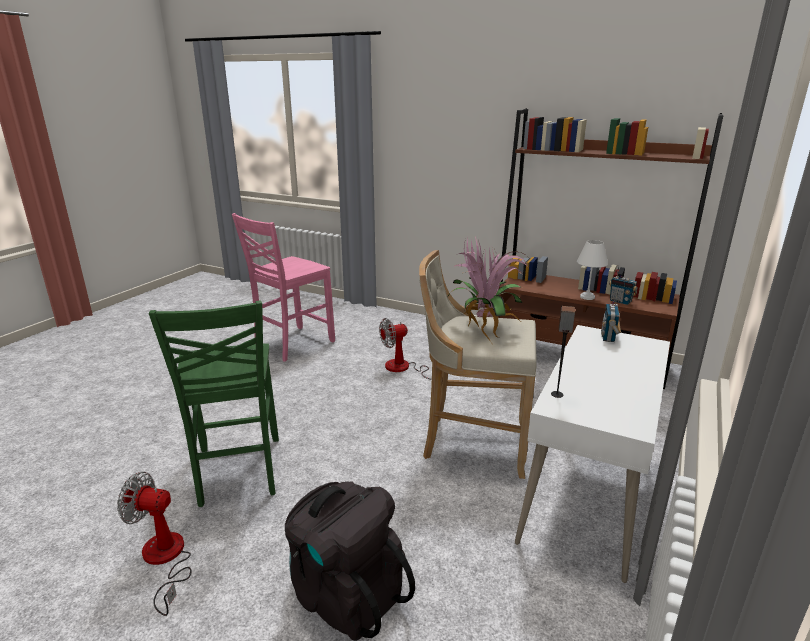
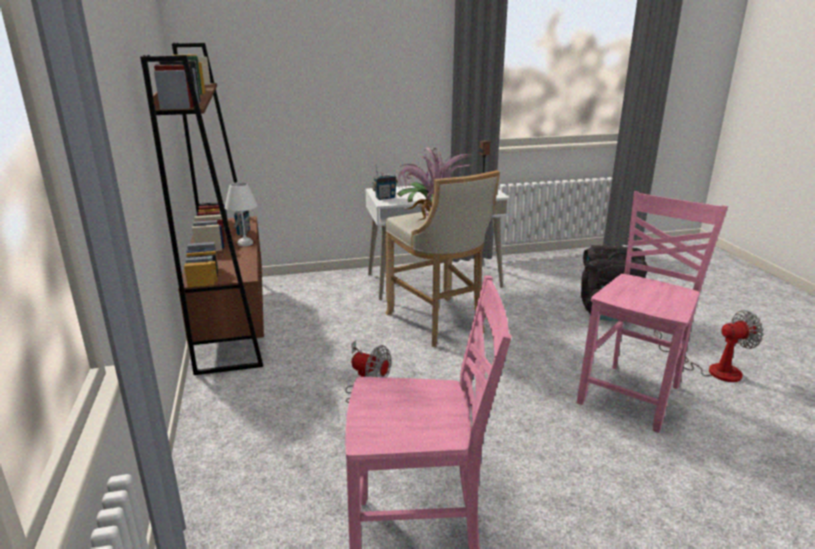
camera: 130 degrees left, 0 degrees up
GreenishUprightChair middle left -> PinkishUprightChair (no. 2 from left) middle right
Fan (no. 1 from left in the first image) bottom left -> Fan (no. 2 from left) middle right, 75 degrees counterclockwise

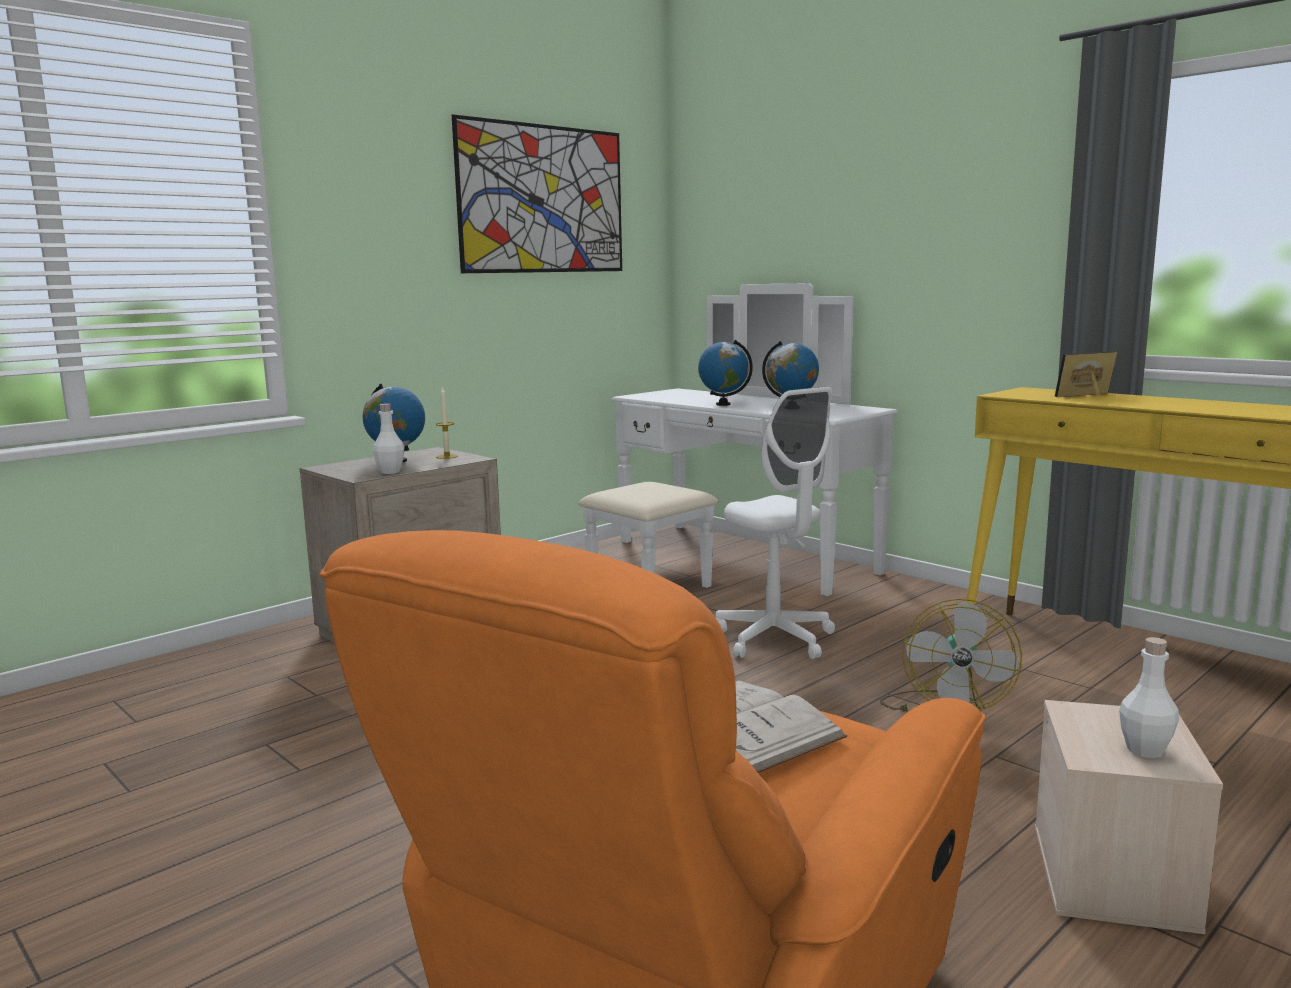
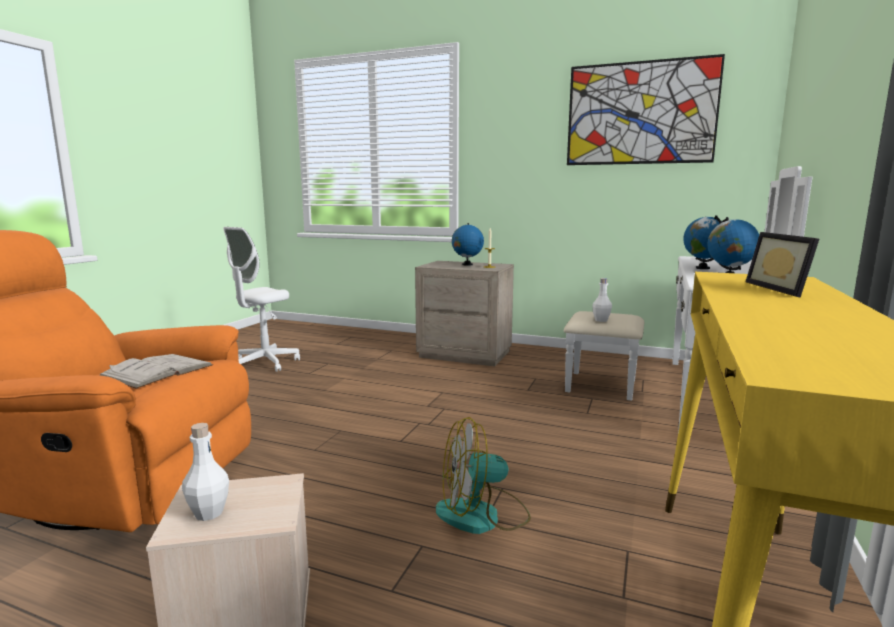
camera: 65 degrees right, 0 degrees up
WhitishBottle (no. 1 from left in the first image) middle left -> WhitishBottle (no. 2 from left) middle right, relocated
WhitishOfficeChair centre -> WhitishOfficeChair middle left, relocated
PictureFrame middle right, 135 degrees counterclockwise

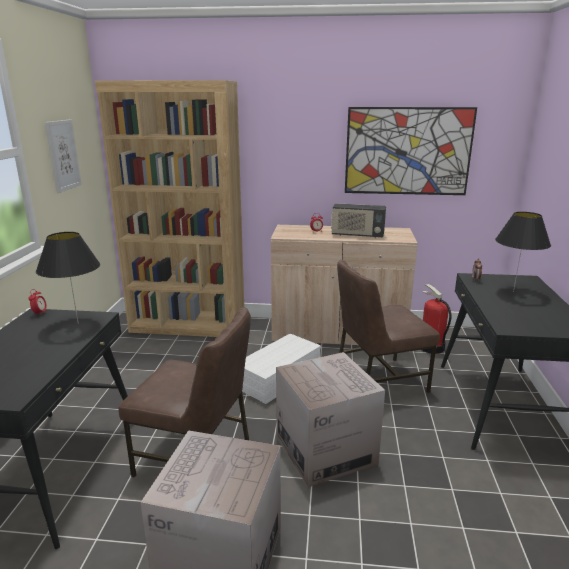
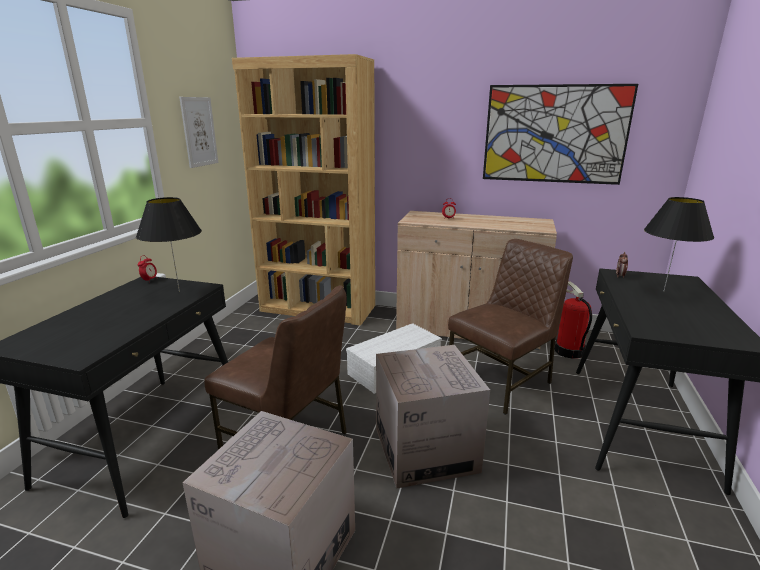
camera: 10 degrees right, 0 degrees up
Radio centre -> none
BrownishUprightChair (no. 2 from left) middle right, 150 degrees clockwise

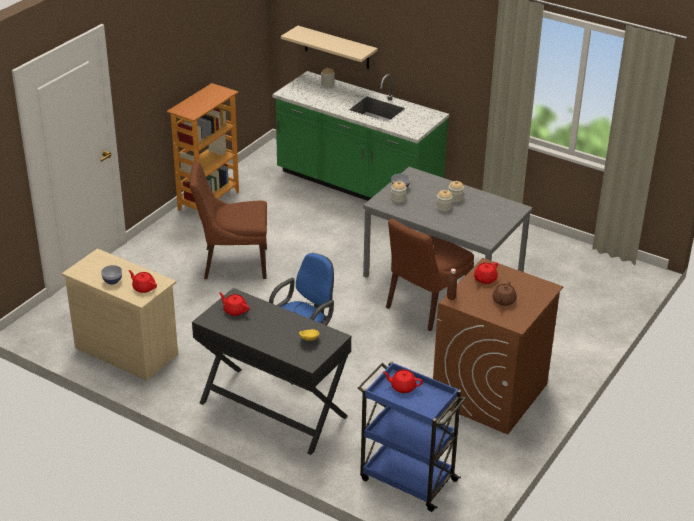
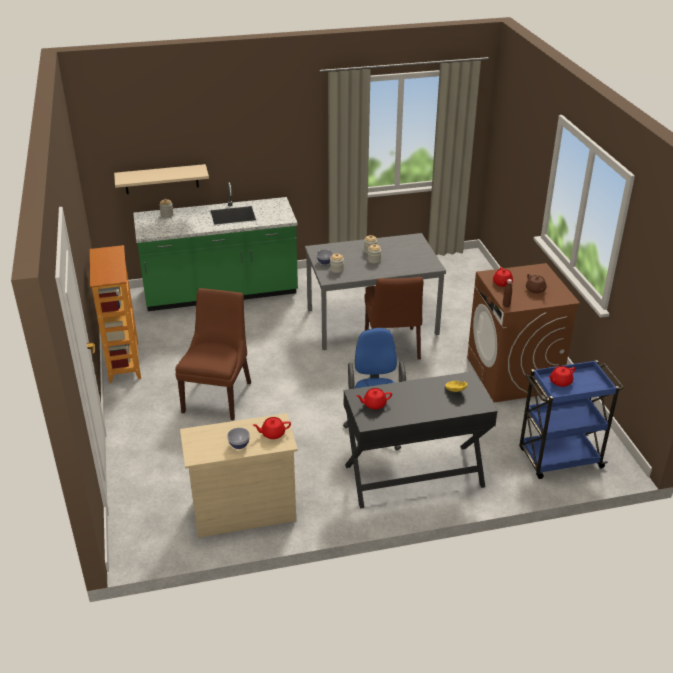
camera: 45 degrees left, 0 degrees up
BrownishUprightChair (no. 1 from left) middle left, 150 degrees clockwise

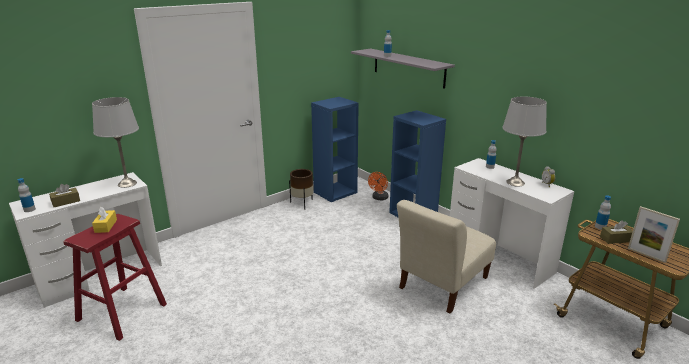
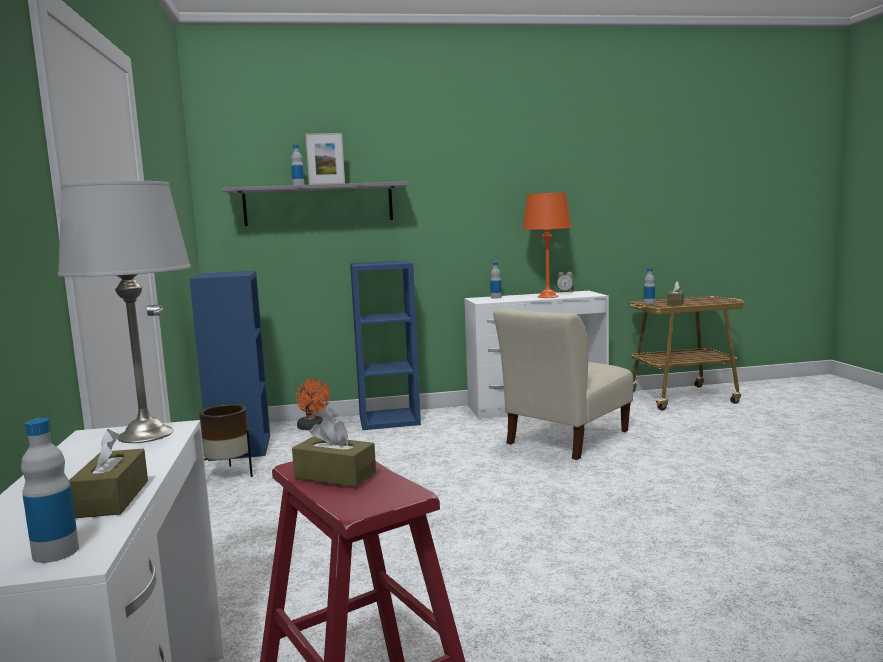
camera: 60 degrees left, 15 degrees down
PictureFrame middle right -> PictureFrame top centre, relocated
YellowishTissueHolder middle left -> BrownishTissueHolder (no. 2 from left) bottom centre
GreyishLampForATable (no. 2 from left) middle right -> OrangeColouredLampForATable centre
BeigeUprightChair bottom centre -> BeigeUprightChair centre, 60 degrees clockwise

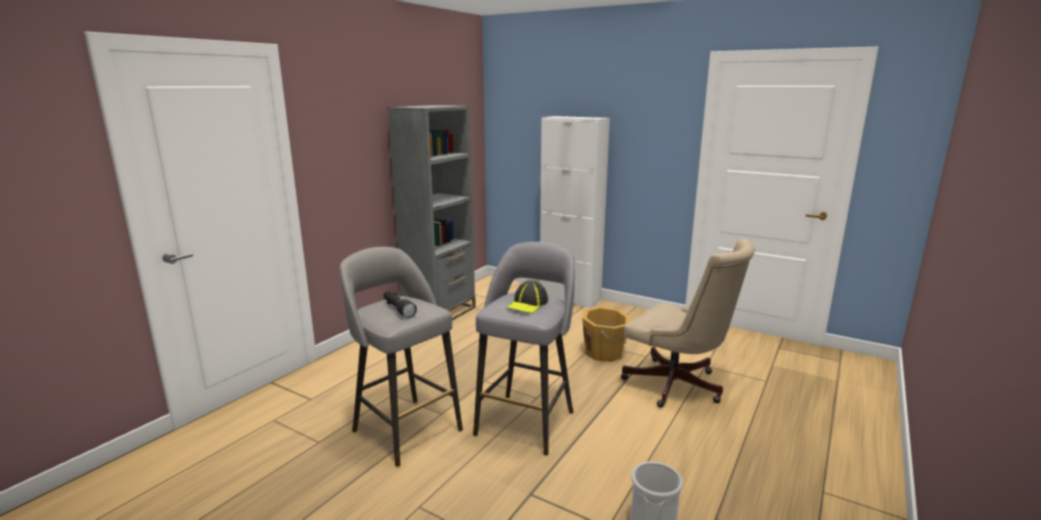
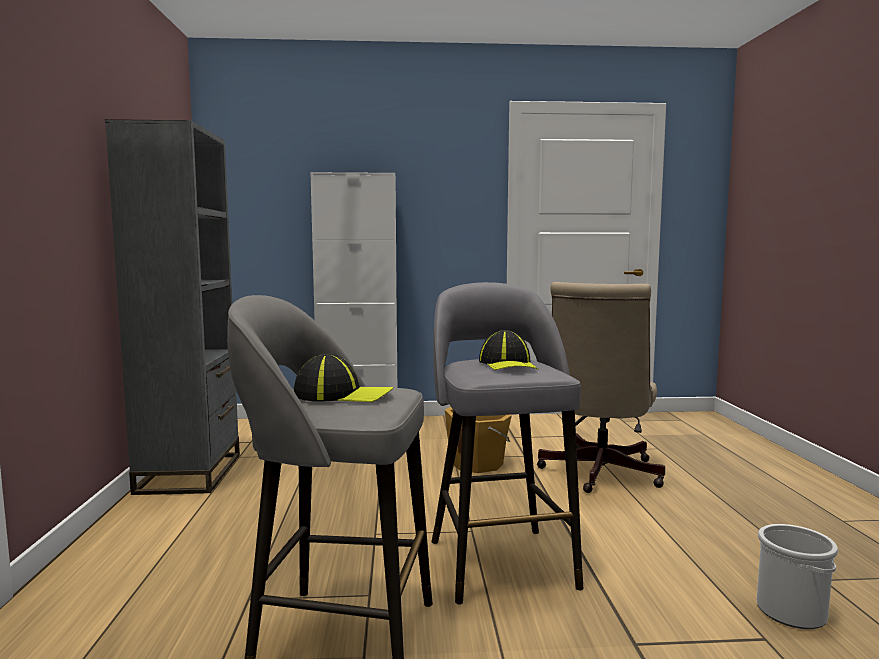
camera: 35 degrees left, 10 degrees down
BlackFlashlight centre -> Cap (no. 1 from left) centre
BeigeOfficeChair centre -> BeigeOfficeChair middle right, 105 degrees clockwise

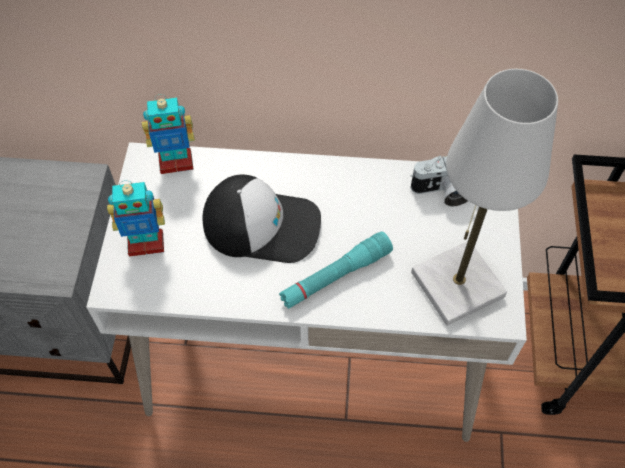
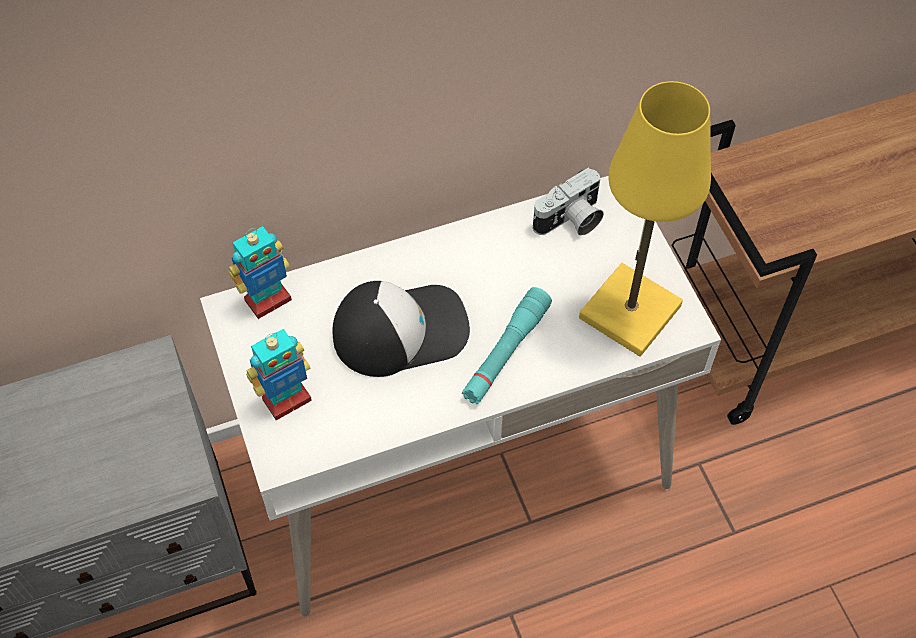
camera: 25 degrees left, 0 degrees up
WhitishLampForATable middle right -> YellowishLampForATable middle right

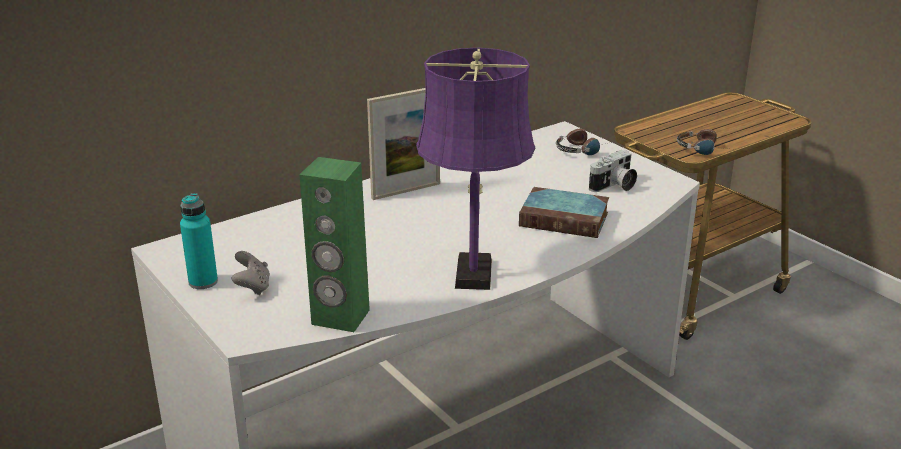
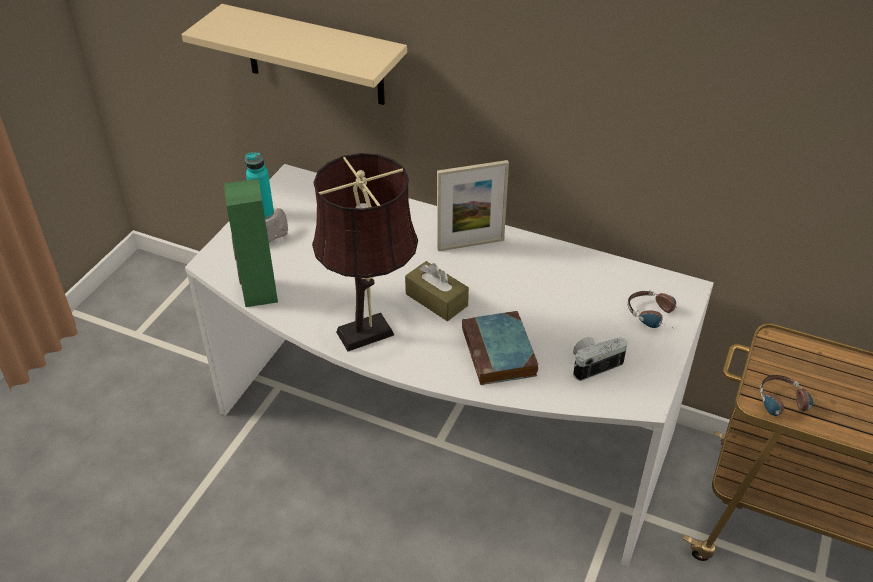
camera: 60 degrees right, 15 degrees up
none -> BeigeShelf top centre
none -> BrownishTissueHolder centre
PurpleLampForATable centre -> BrownishLampForATable centre
PictureFrame top centre -> PictureFrame centre, 45 degrees counterclockwise
StillCamera middle right, 135 degrees clockwise

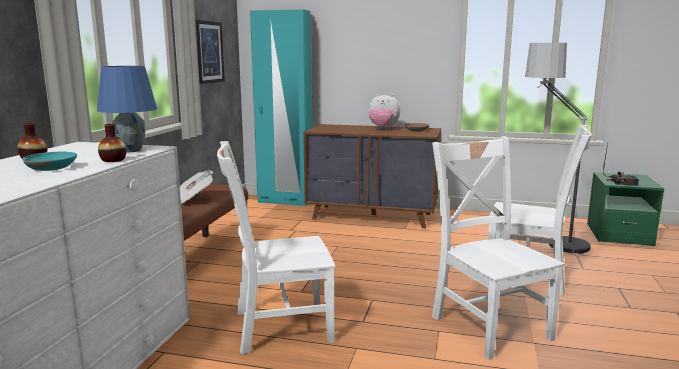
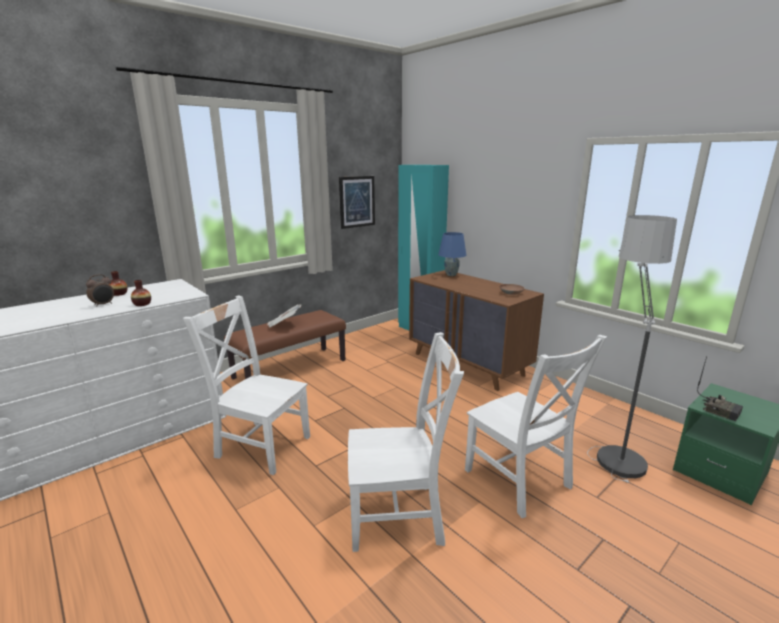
camera: 35 degrees right, 5 degrees up
PlushToy top centre -> none
BlueLampForATable top left -> BlueLampForATable centre, relocated
TurquoiseColouredServingBowl middle left -> AlarmClock middle left
WhitishUprightChair (no. 2 from left) bottom right -> WhitishUprightChair (no. 2 from left) bottom centre, 75 degrees clockwise

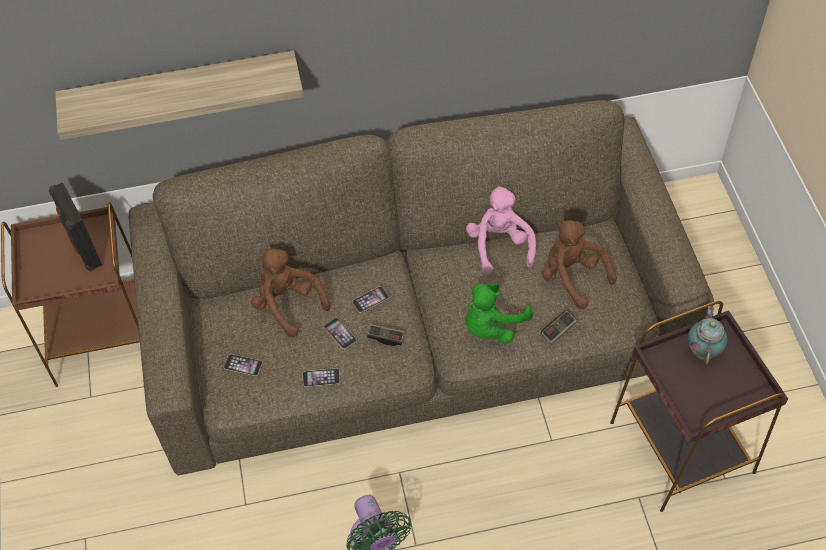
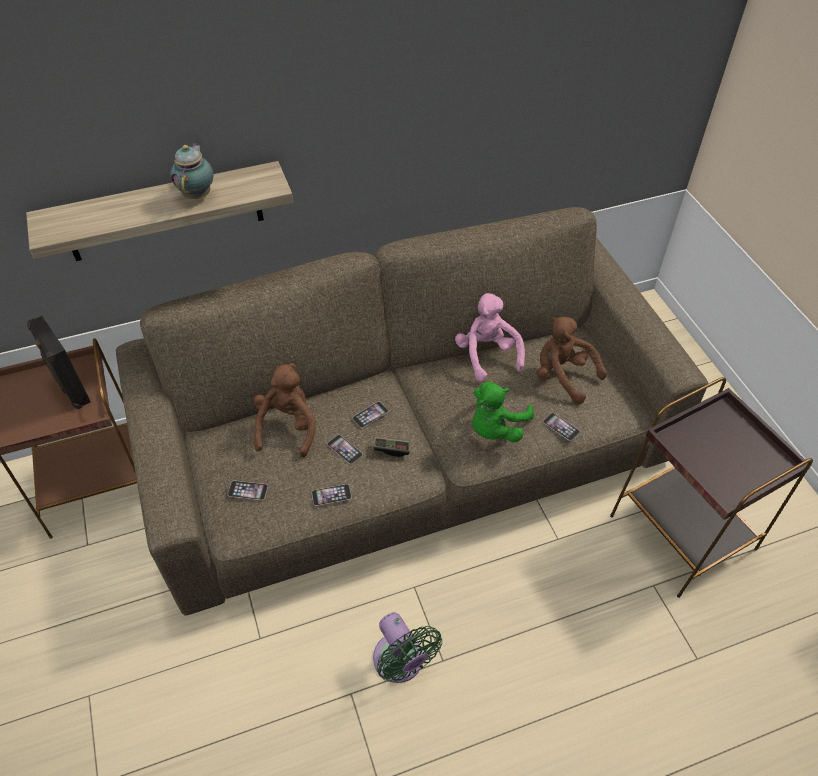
camera: 10 degrees left, 5 degrees down
PotForTea middle right -> PotForTea top left, relocated
Gamepad (no. 2 from left) middle right -> Handset (no. 5 from left) middle right
BrownishPlushToy (no. 1 from left) centre, 60 degrees clockwise

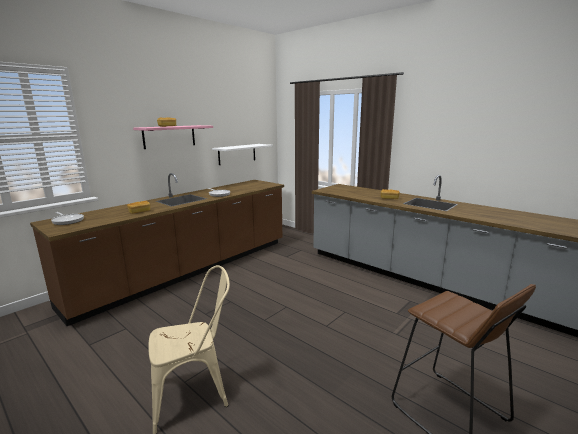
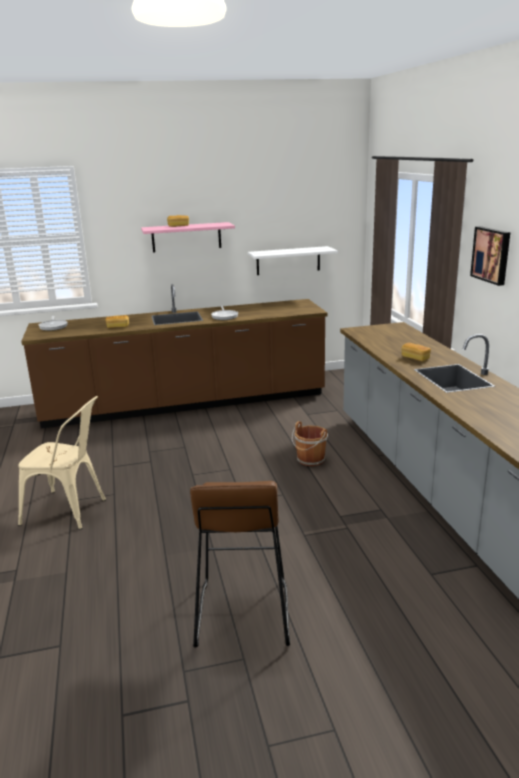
camera: 35 degrees right, 5 degrees up
none -> BrownishBucket centre
none -> WallArt top right

